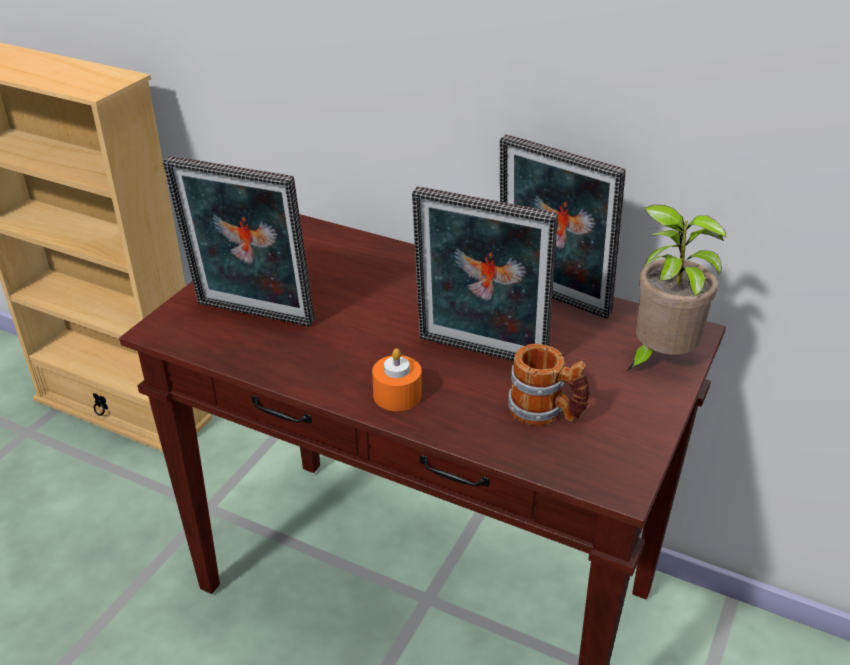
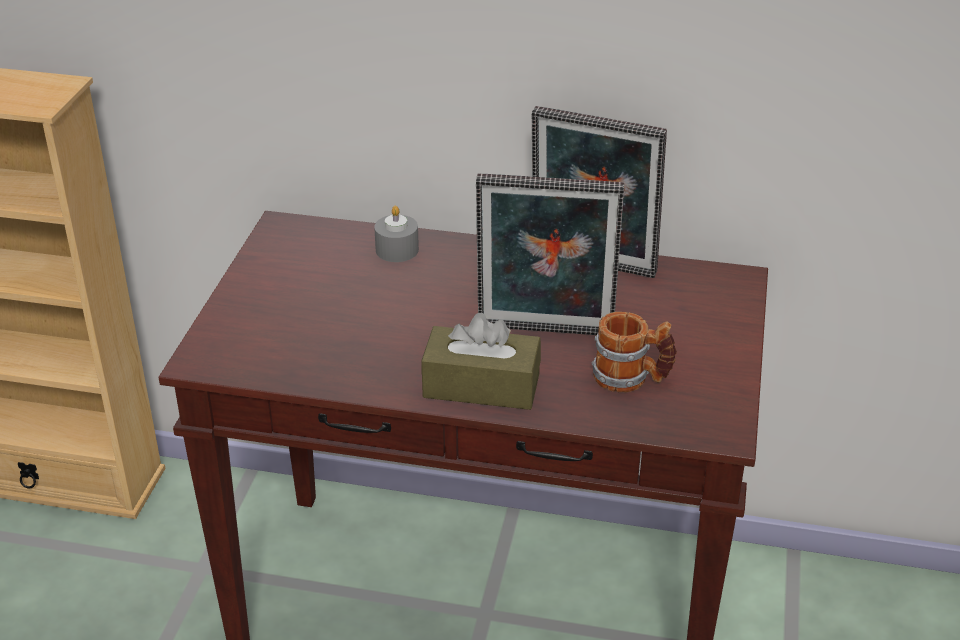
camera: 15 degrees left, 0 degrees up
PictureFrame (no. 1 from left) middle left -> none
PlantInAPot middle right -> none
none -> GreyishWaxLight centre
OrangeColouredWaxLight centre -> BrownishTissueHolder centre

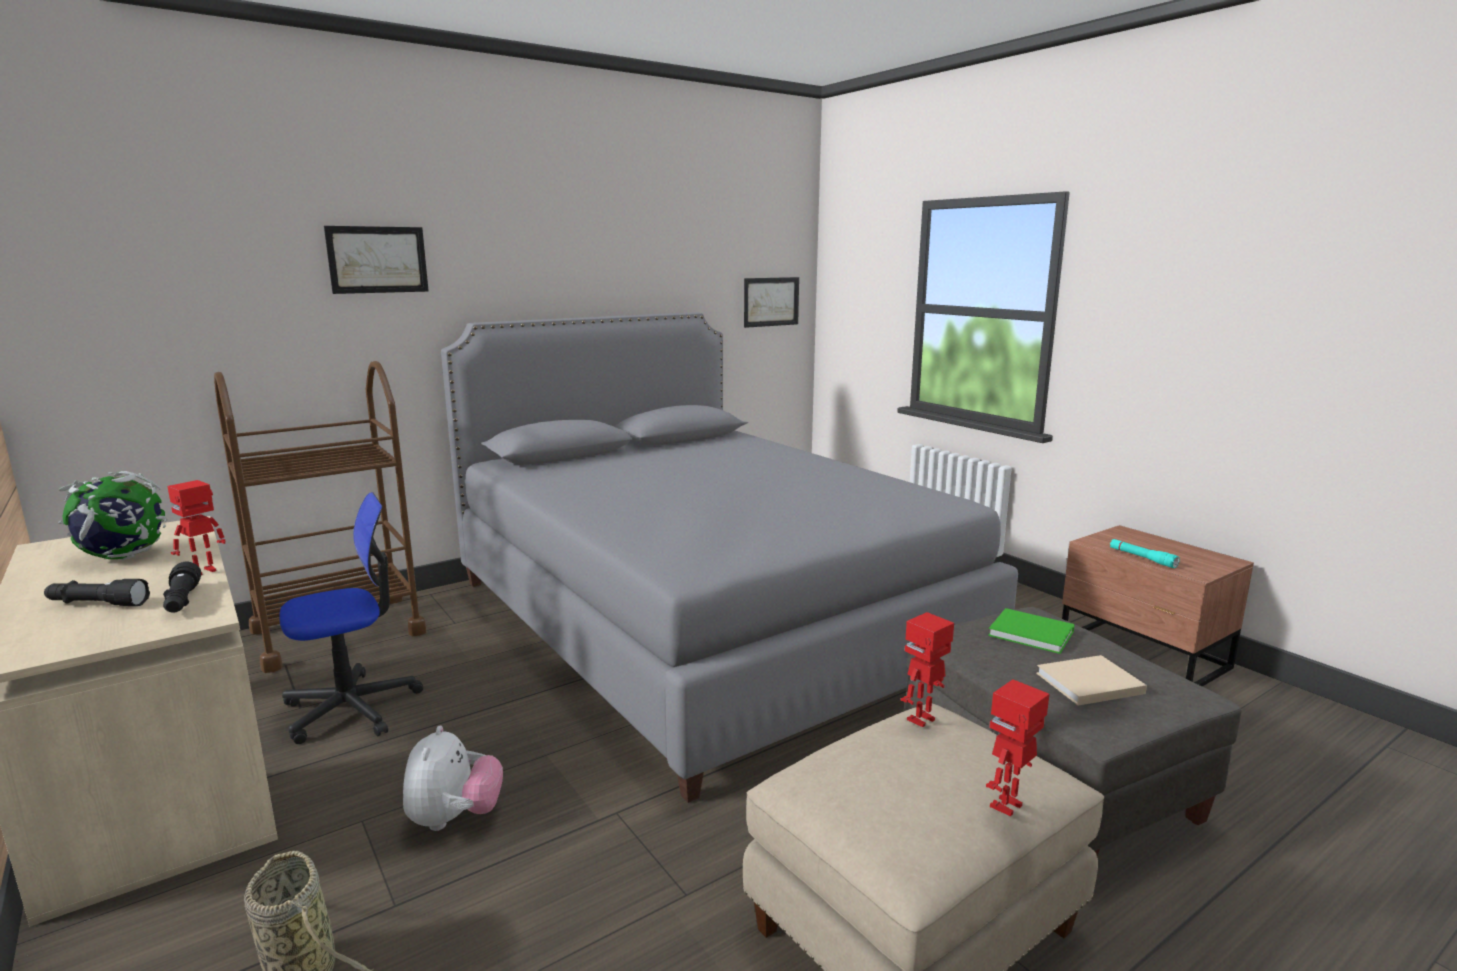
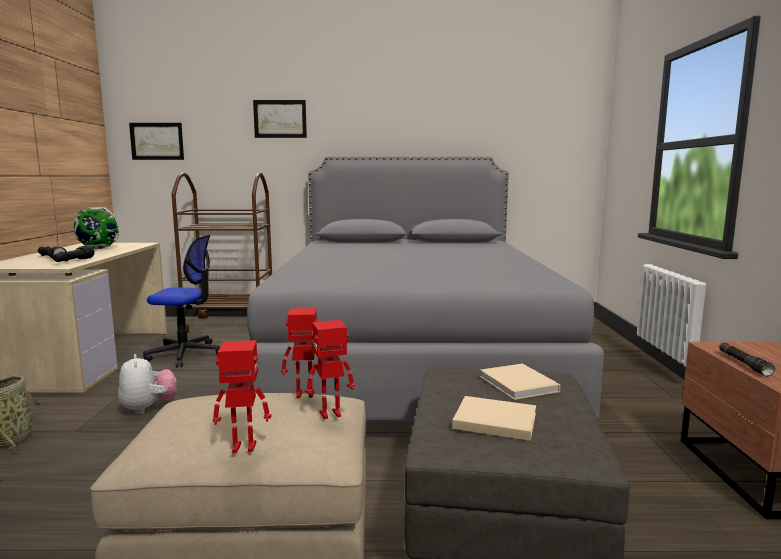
camera: 35 degrees right, 5 degrees down
ModelRobot (no. 1 from left in the first image) middle left -> ModelRobot (no. 3 from left) centre, relocated
WallArt (no. 2 from left in the first image) top centre -> WallArt (no. 1 from left) top left, relocated
GreenishBook middle right -> BeigeBook (no. 2 from left) bottom centre
TurquoiseColouredFlashlight middle right -> BlackFlashlight (no. 3 from left) middle right
PlushToy bottom left, 60 degrees counterclockwise

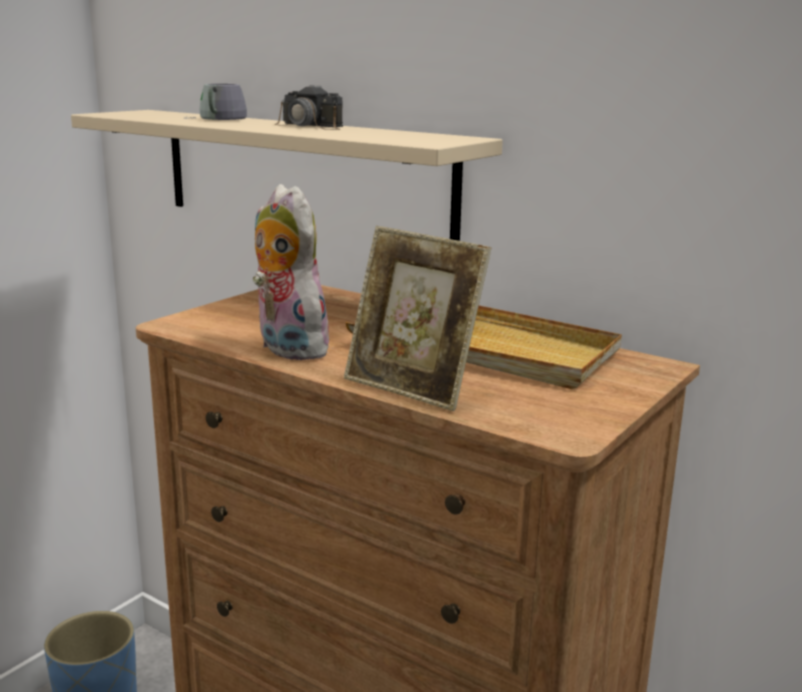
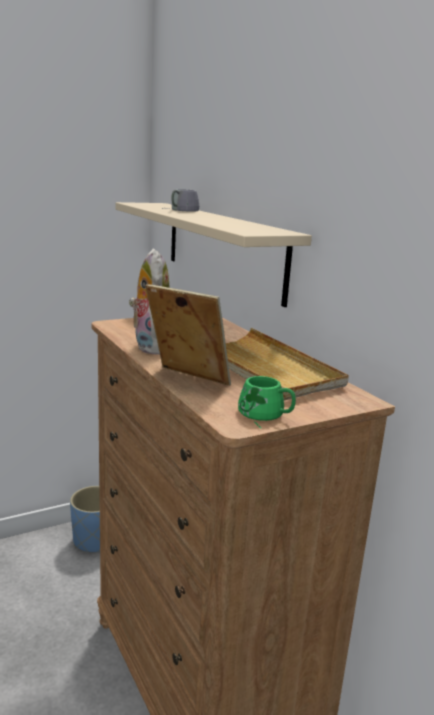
camera: 25 degrees right, 0 degrees up
StillCamera top centre -> none
none -> GreenishCoffeeMug centre
PictureFrame centre, 150 degrees clockwise

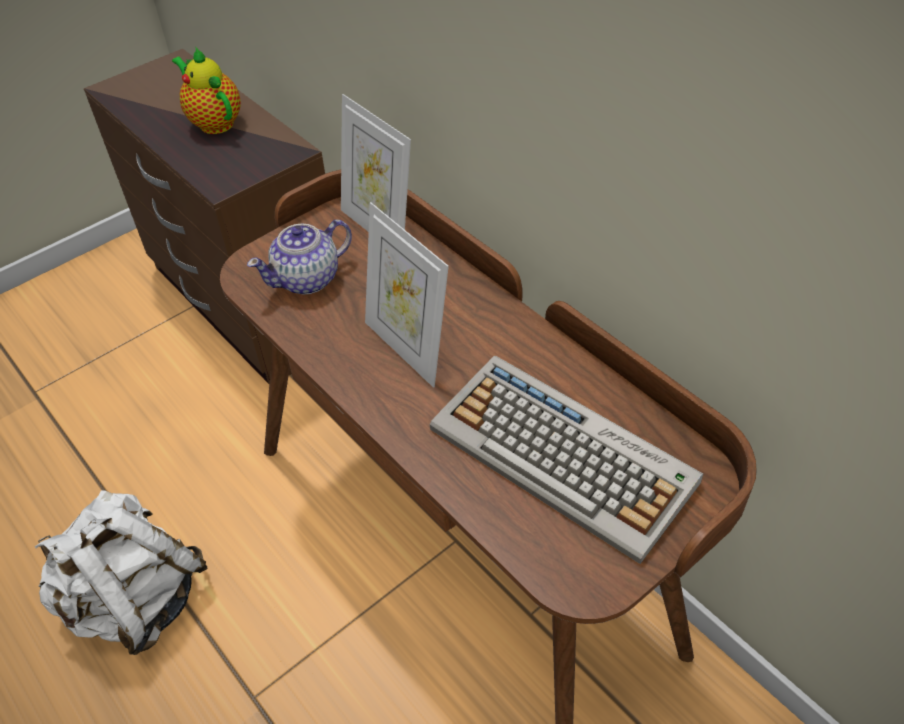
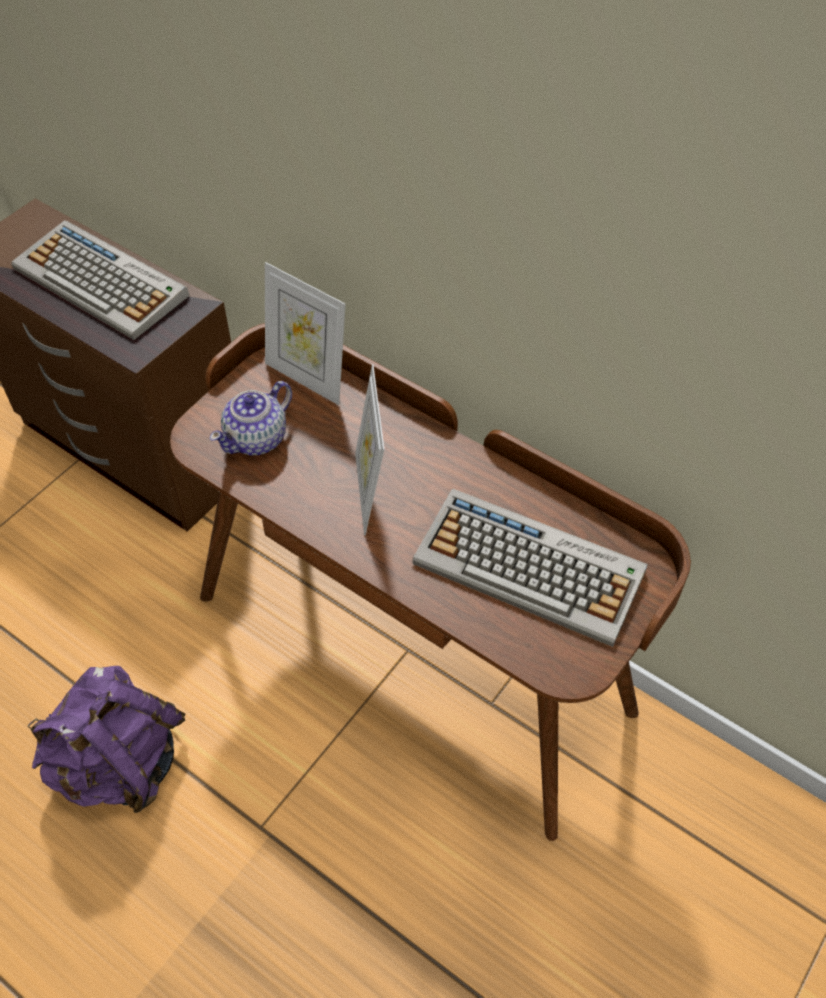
camera: 15 degrees left, 5 degrees up
PotForTea (no. 1 from left) top left -> PcKeyboard (no. 1 from left) top left
WhitishBackpack bottom left -> PurpleBackpack bottom left
PictureFrame (no. 2 from left) centre, 45 degrees clockwise

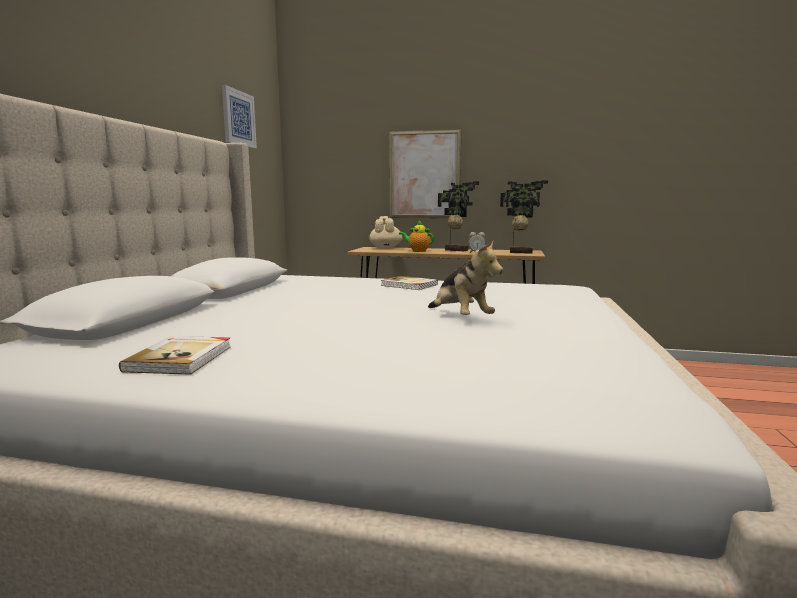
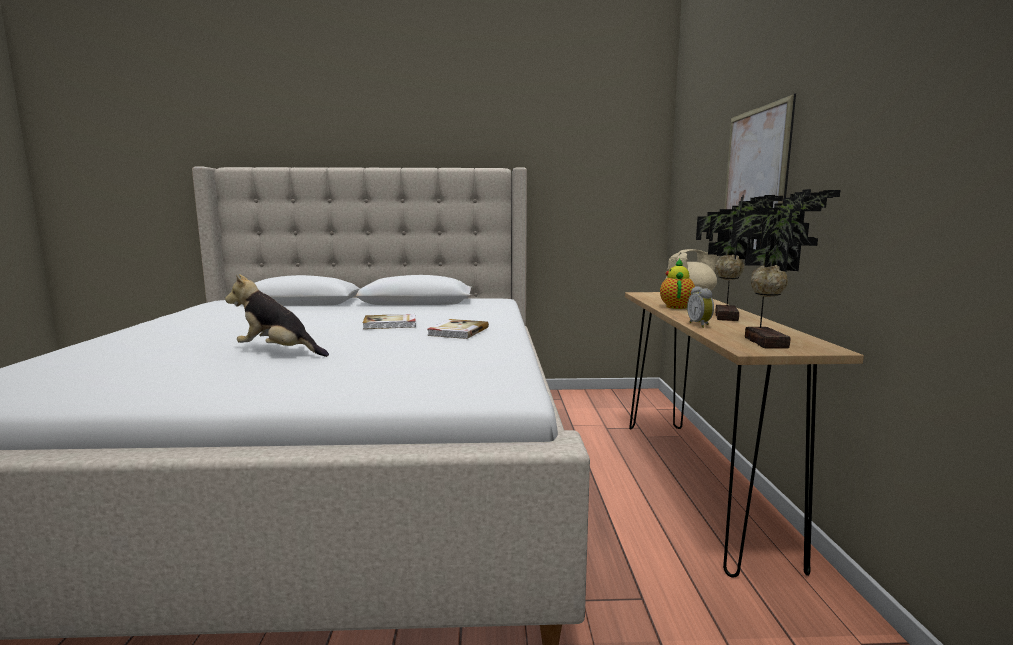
camera: 75 degrees right, 0 degrees up
WallArt (no. 1 from left) top left -> none
Book (no. 1 from left) middle left -> Book (no. 1 from left) centre, relocated
PlushToy centre -> PlushToy middle left, 60 degrees clockwise

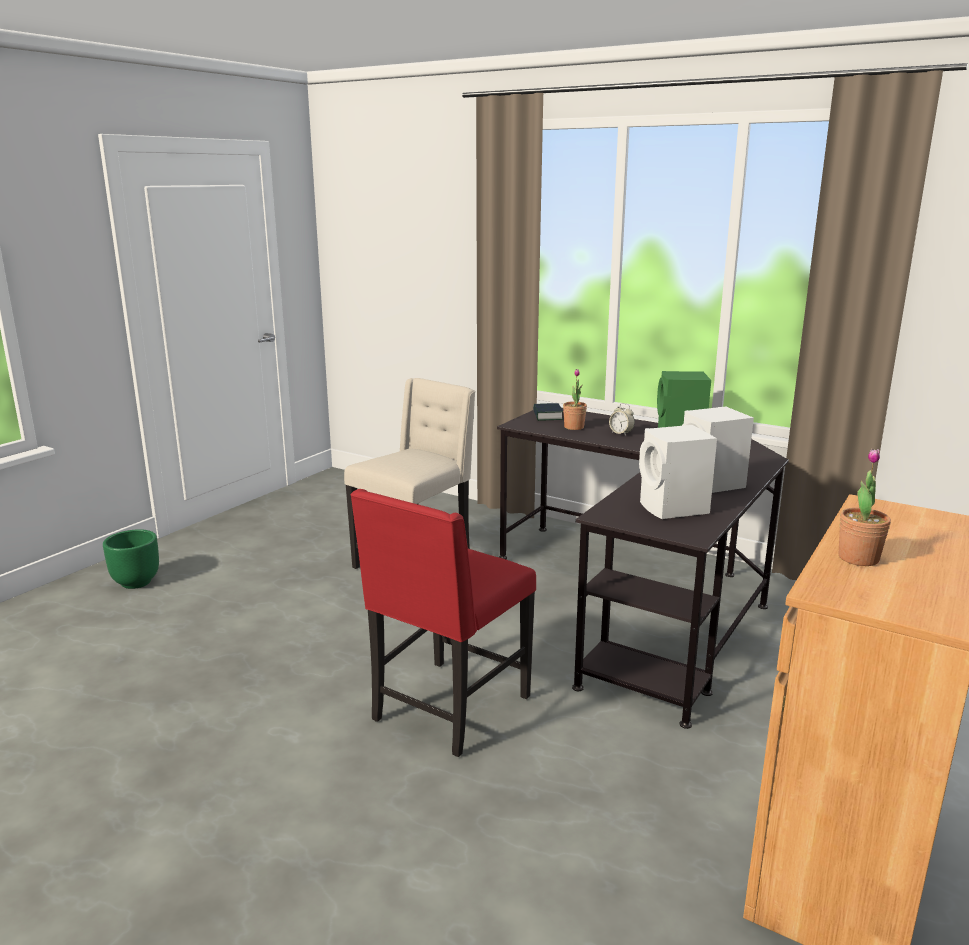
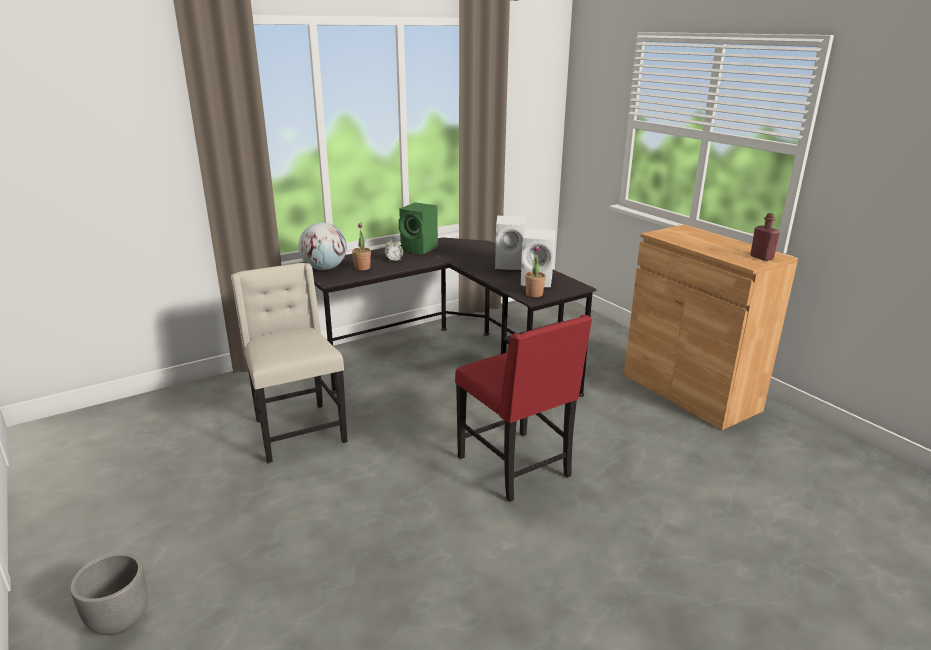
camera: 65 degrees left, 5 degrees up
none -> RedColouredBottle middle right
PlantInAPot (no. 2 from left) middle right -> PlantInAPot (no. 2 from left) centre, relocated
Book centre -> DeskGlobe centre
GreenishPlantPot middle left -> GreyishPlantPot bottom left

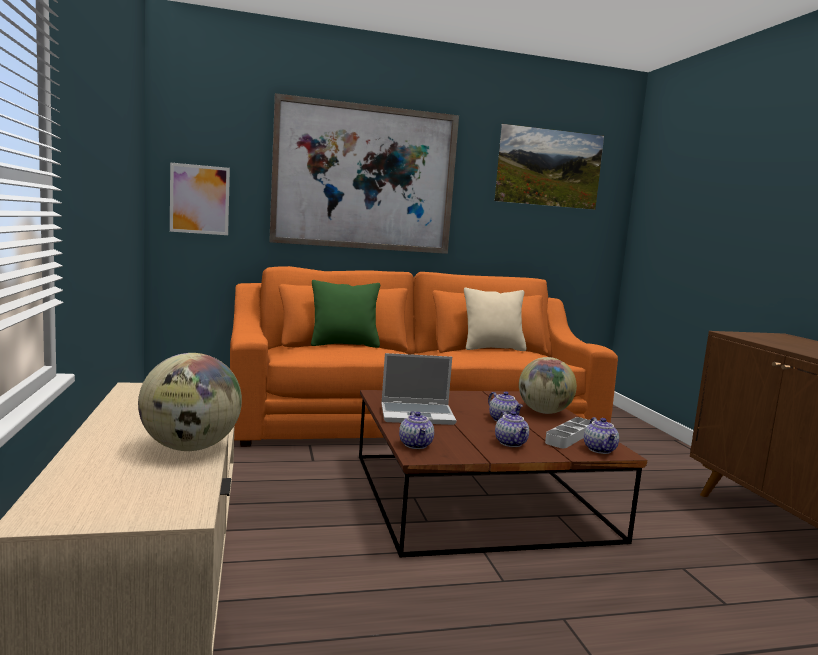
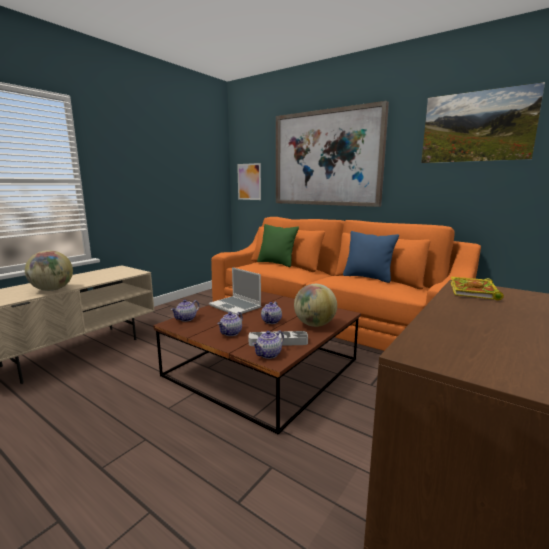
camera: 50 degrees right, 5 degrees up
none -> Book middle right
BeigeThrowPillow centre -> BlueThrowPillow middle right

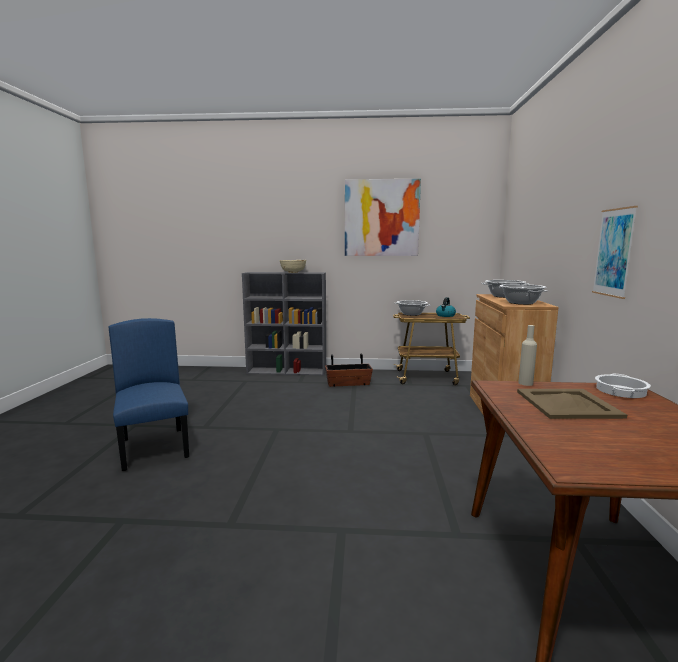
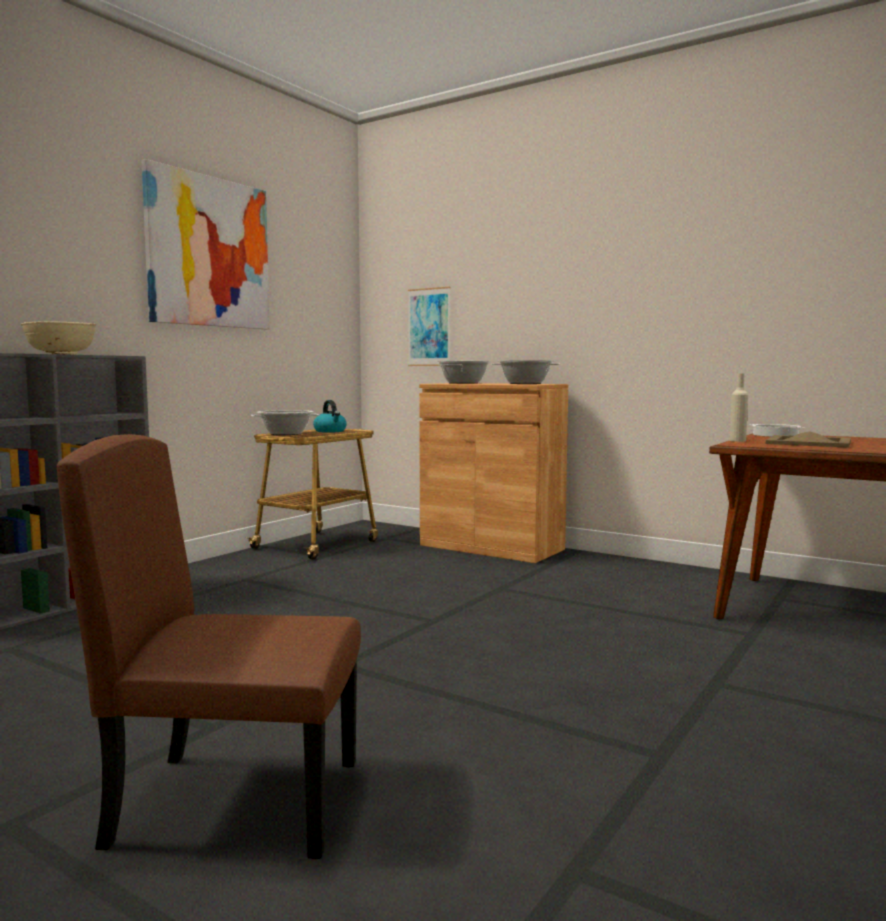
camera: 60 degrees left, 5 degrees down
PlantPot centre -> none
WallArt (no. 2 from left) middle right -> WallArt (no. 2 from left) centre, relocated
BlueUprightChair middle left -> BrownishUprightChair bottom left

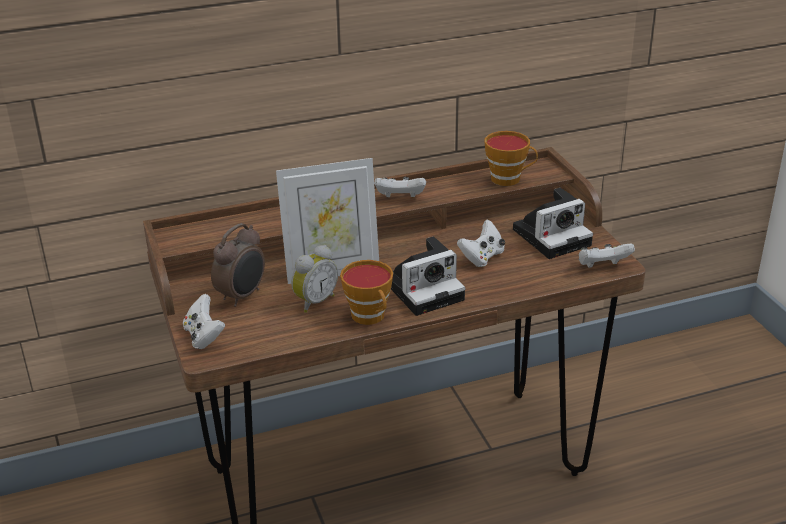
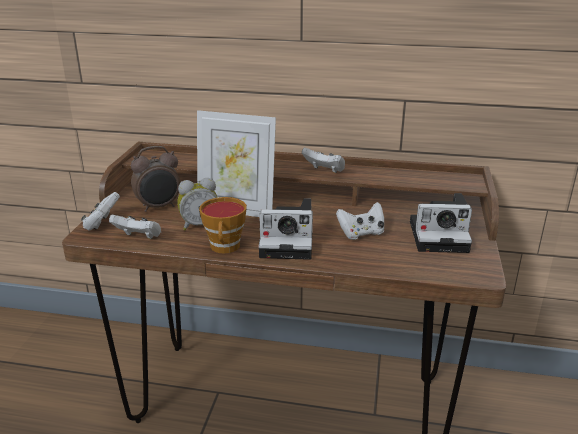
camera: 30 degrees right, 5 degrees down
DrinkingCup (no. 2 from left) top centre -> none
WhitishGamepad (no. 4 from left in the first image) middle right -> WhitishGamepad (no. 2 from left) middle left, relocated

